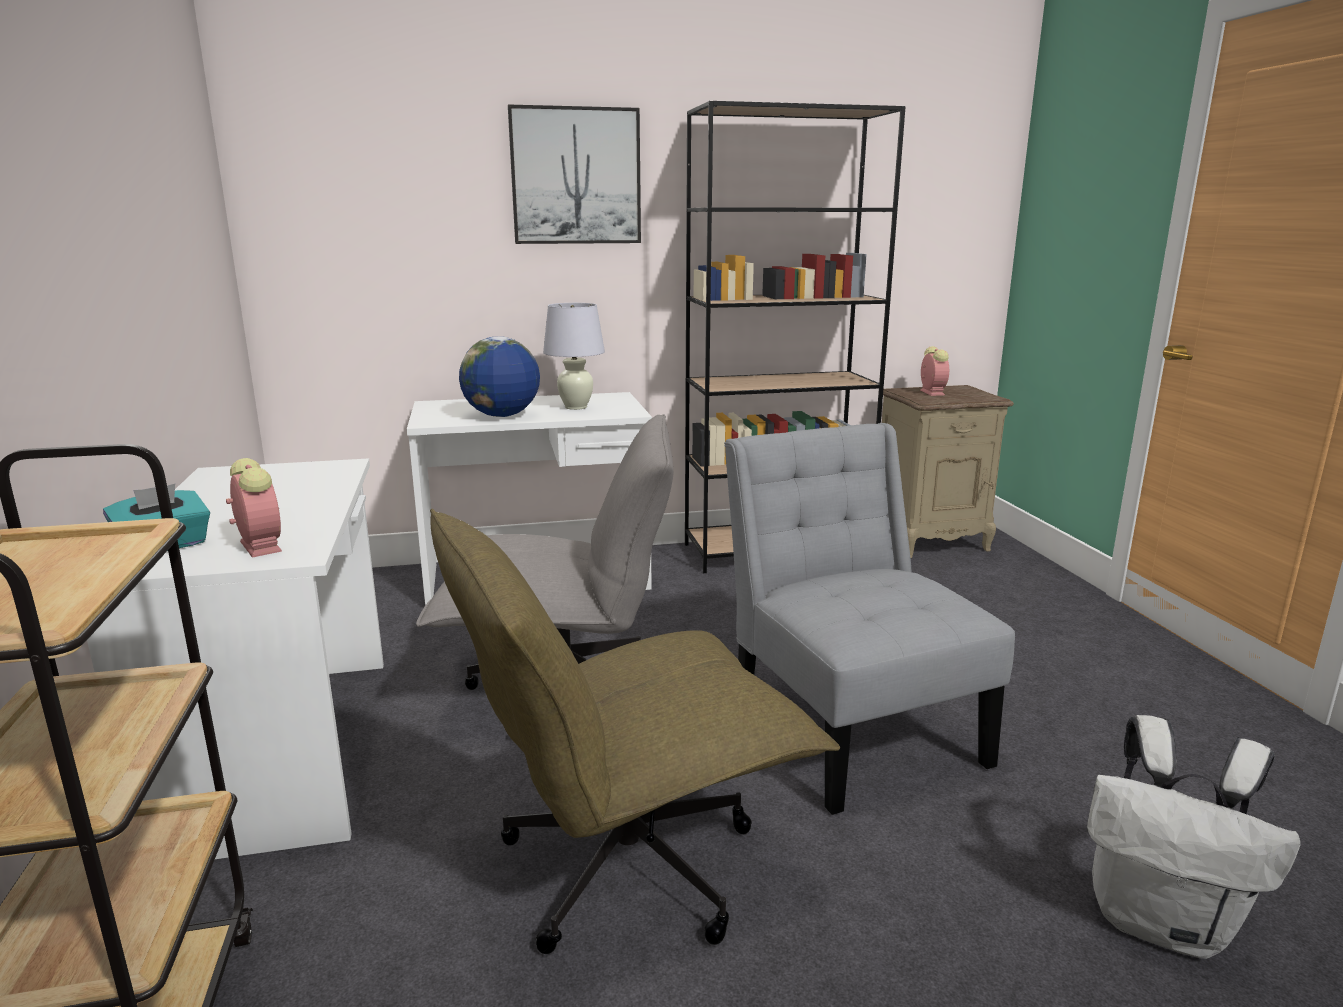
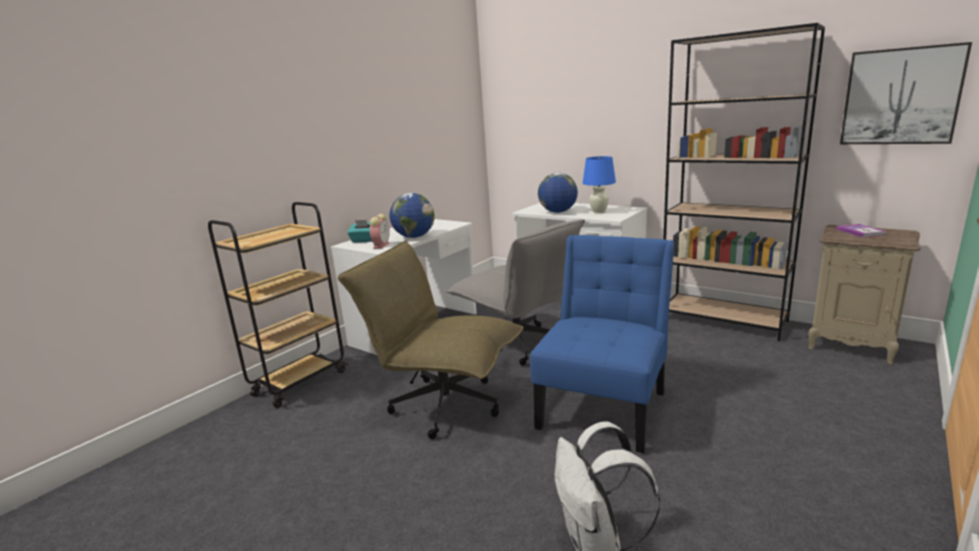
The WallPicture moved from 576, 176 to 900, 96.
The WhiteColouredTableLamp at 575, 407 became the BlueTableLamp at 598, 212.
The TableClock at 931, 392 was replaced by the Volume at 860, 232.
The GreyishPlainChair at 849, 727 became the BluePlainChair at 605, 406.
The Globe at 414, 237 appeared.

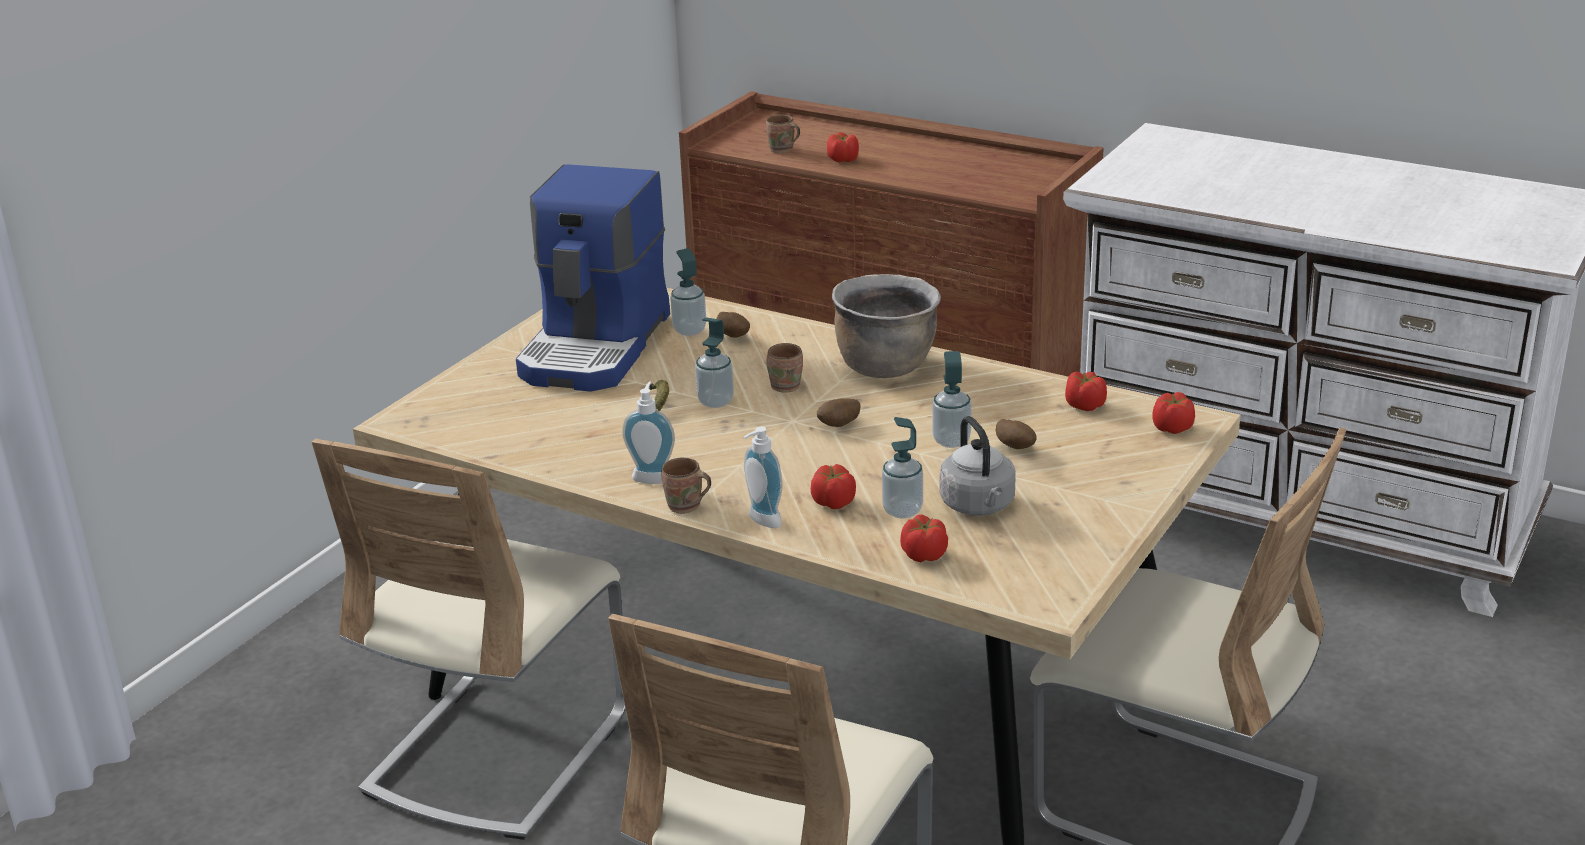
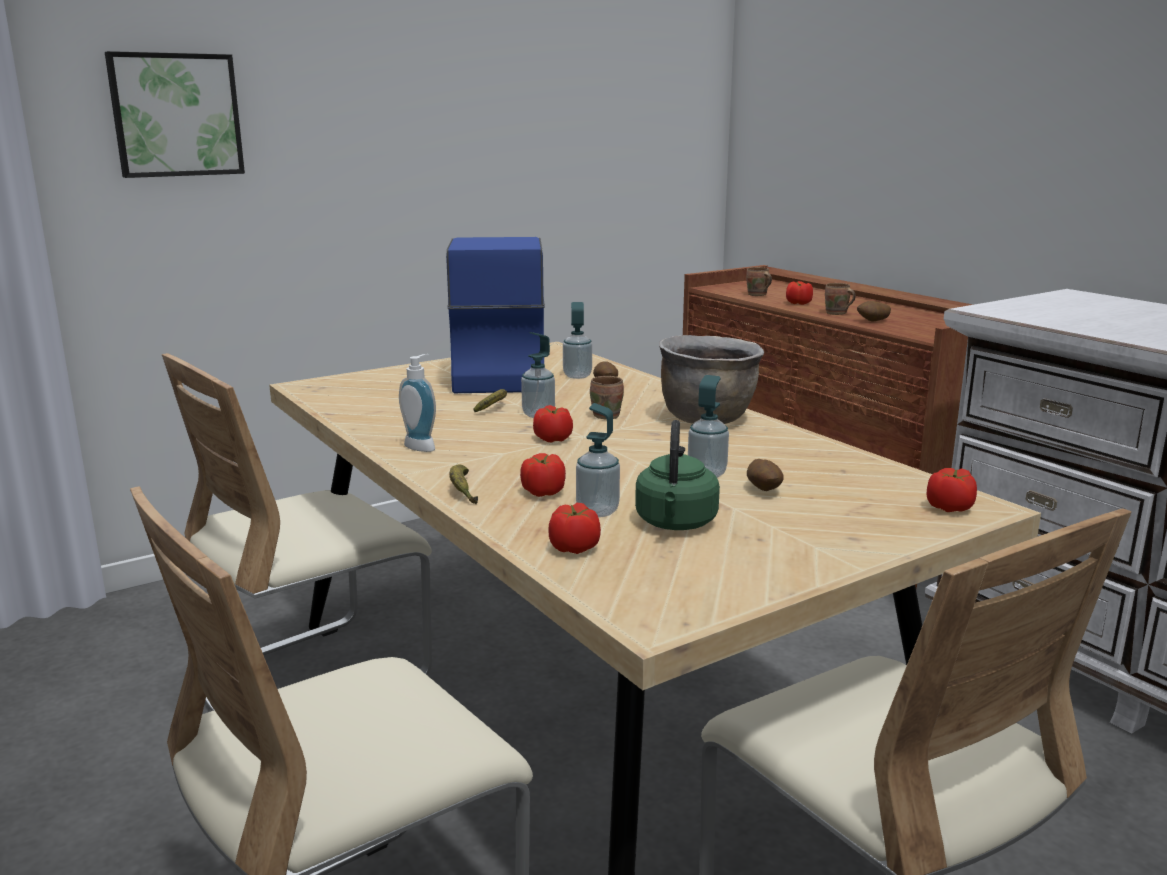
The CoffeeMachine at 597, 347 turned 135 degrees clockwise.
The FreshTomato moved from 1084, 405 to 553, 439.
The WholePotato moved from 839, 426 to 872, 321.
The GreyishKettle at 979, 506 became the GreenColouredKettle at 675, 523.
The SoapDispenser at 761, 521 was replaced by the WholeBanana at 462, 491.
The BrownishTeaMug moved from 685, 507 to 837, 313.
The WallPicture at 176, 115 appeared.

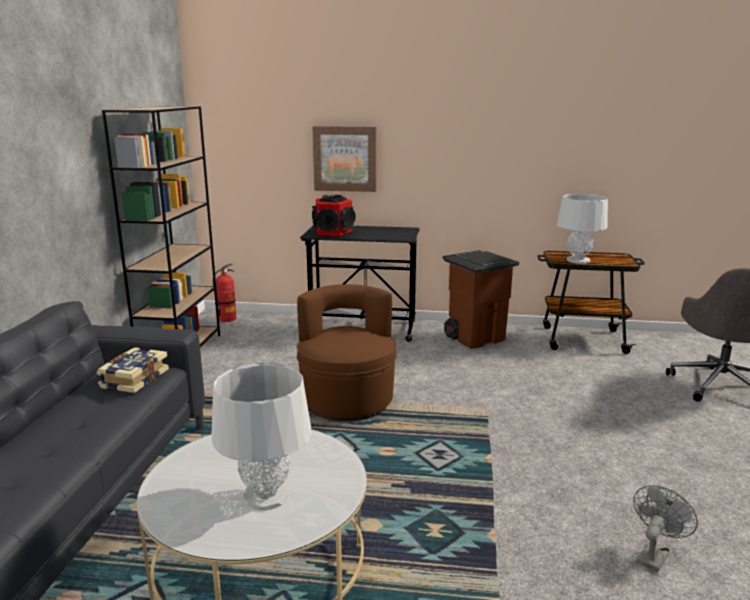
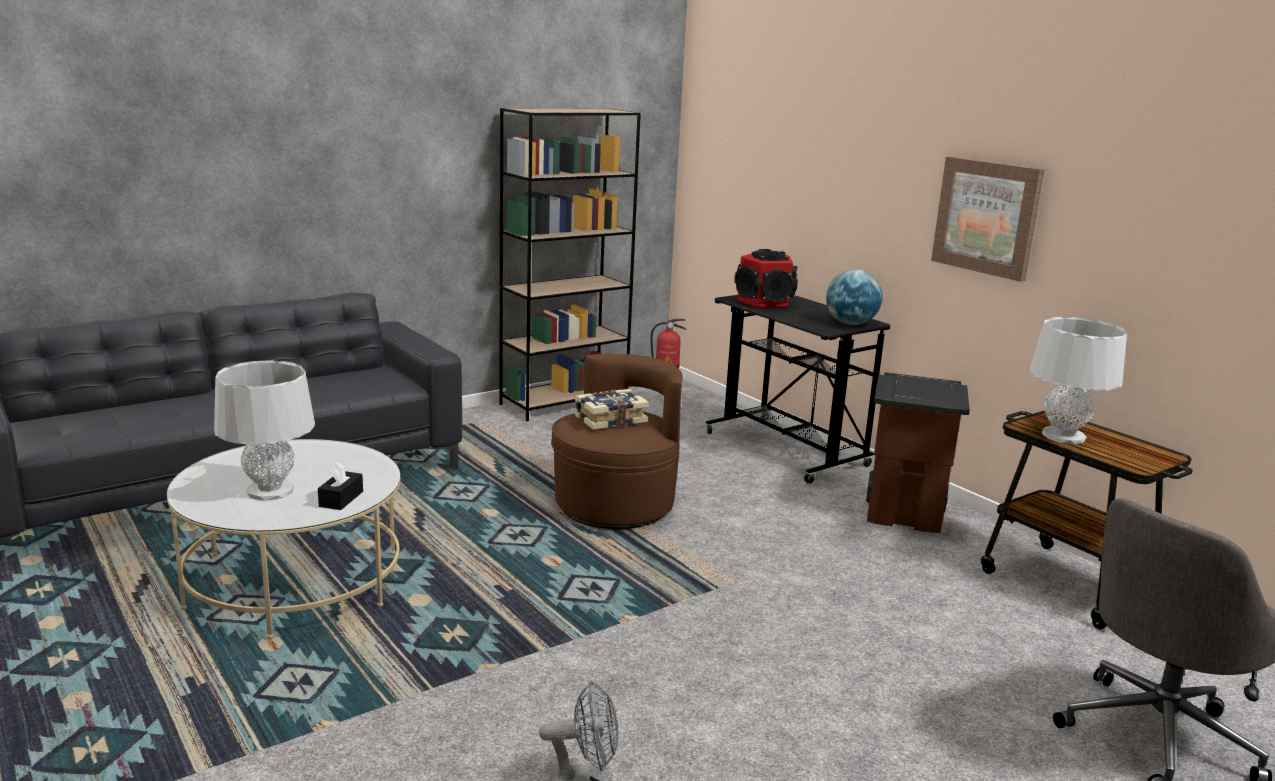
The WallPicture moved from 345, 158 to 987, 217.
The Volume moved from 133, 379 to 610, 419.
The Globe at 851, 324 appeared.
The BlackColouredTissueHolder at 341, 499 appeared.

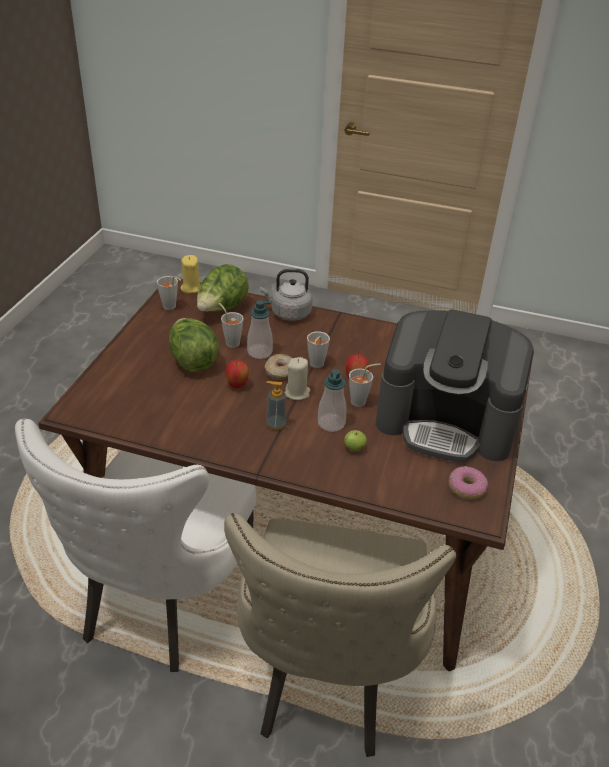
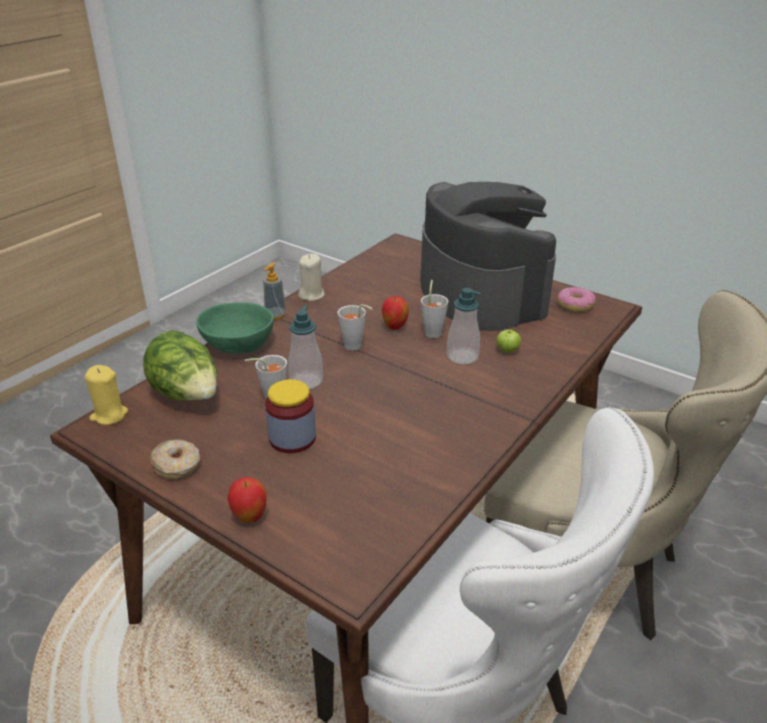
The GreyishKettle at 288, 313 was replaced by the GreenColouredServingBowl at 238, 346.
The GreyishCup at 171, 307 disappeared.
The CoffeeMachine at 447, 421 turned 60 degrees counterclockwise.
The Lettuce at 193, 361 was replaced by the StorageJar at 292, 438.
The Donut moved from 280, 372 to 177, 465.
The SandColouredWaxCandle moved from 297, 393 to 311, 295.
The WholeApple moved from 237, 386 to 250, 517.
The SoapDispenser moved from 276, 424 to 275, 315.

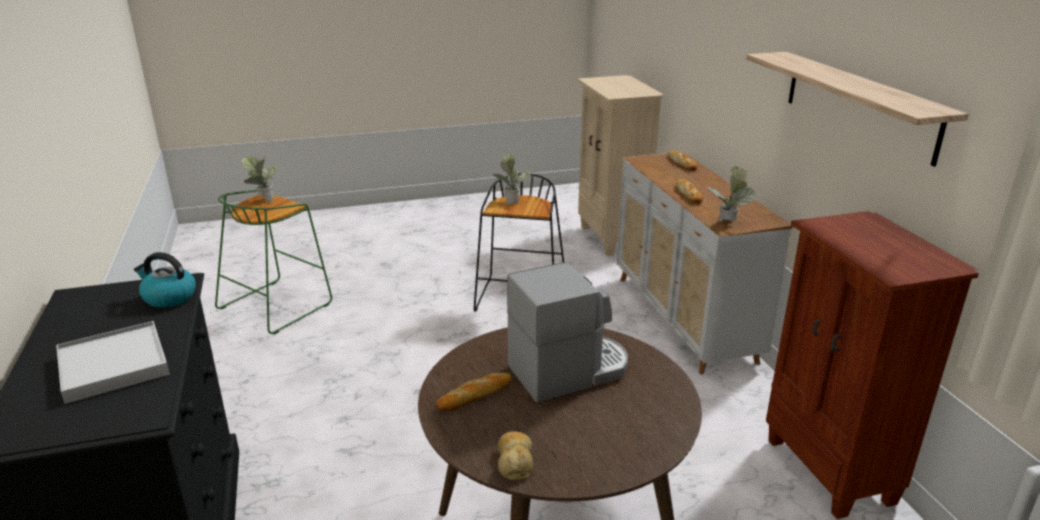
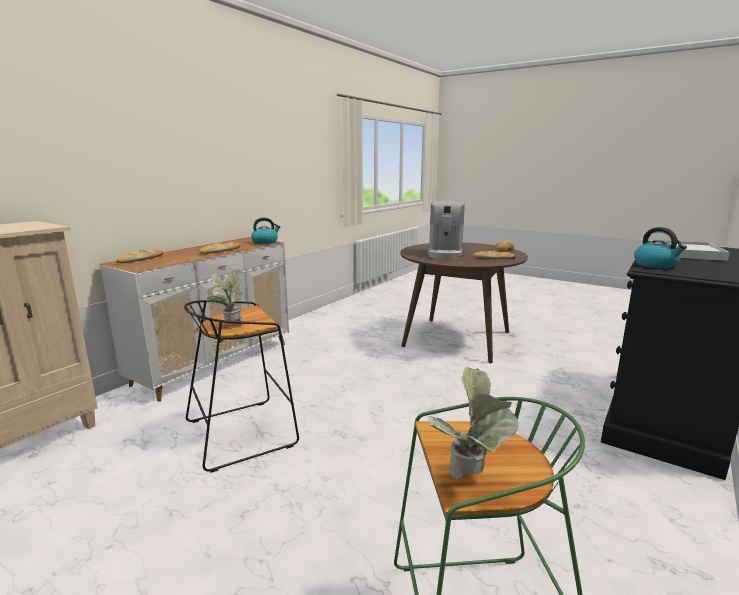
The BracketShelf at 858, 104 disappeared.
The PlantInAPot at 728, 224 was replaced by the Kettle at 265, 242.
The BrownishCabinet at 827, 472 disappeared.
The CoffeeMachine at 569, 370 turned 105 degrees counterclockwise.

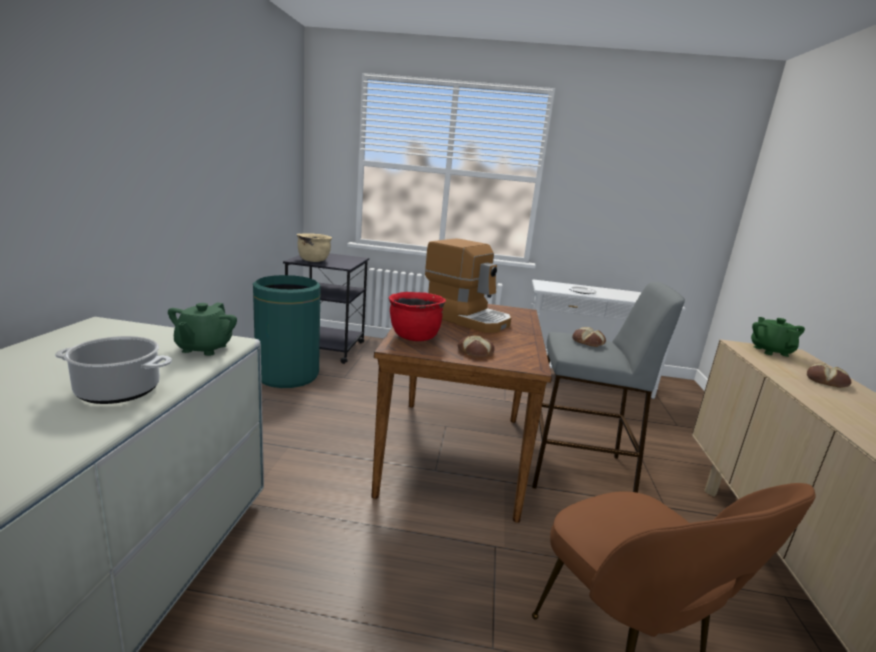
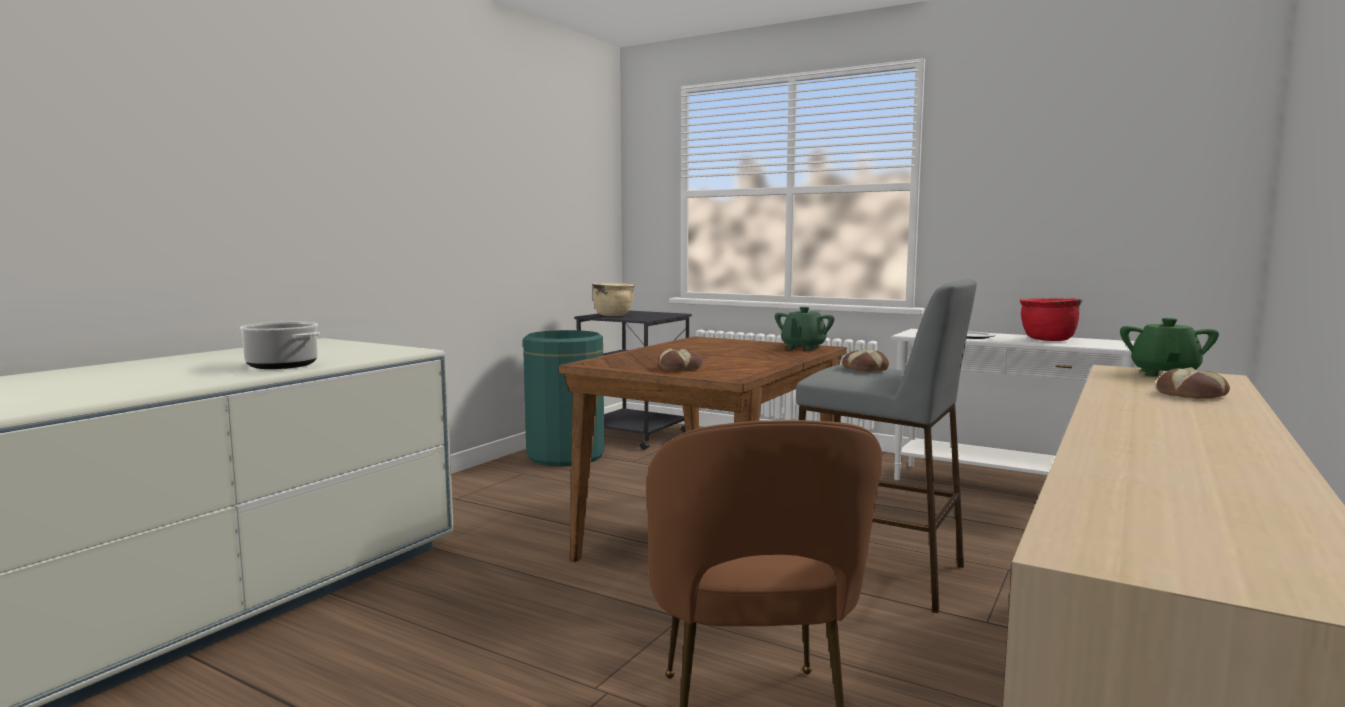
The CoffeeMachine at 466, 318 disappeared.
The RedColouredSaucepot moved from 414, 337 to 1047, 340.
The GreenColouredTeaPot moved from 204, 348 to 803, 348.

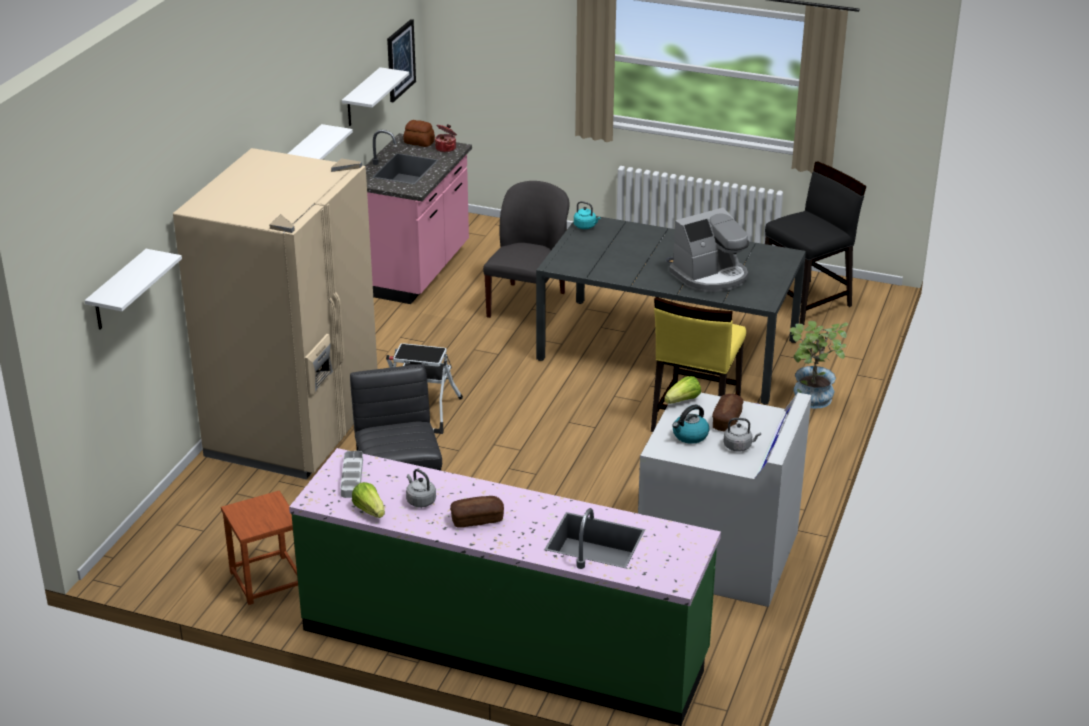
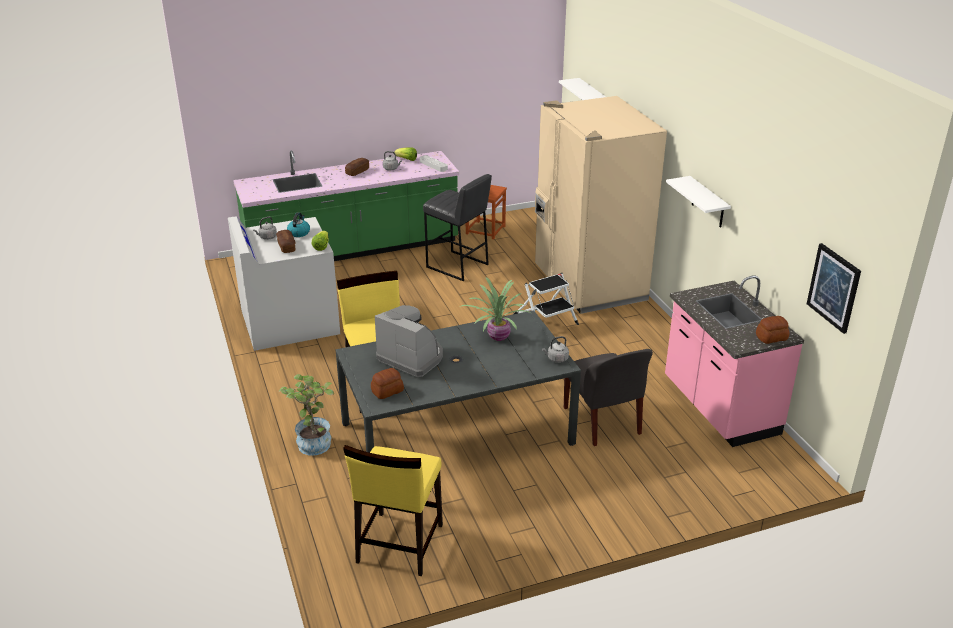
The WhiteColouredBracketShelf at 361, 98 disappeared.
The Saucepot at 446, 148 disappeared.
The BlackColouredPlainChair at 806, 302 became the YellowPlainChair at 399, 544.
The TurquoiseColouredKettle at 586, 226 became the GreyishKettle at 556, 359.
The CoffeeMachine at 710, 276 turned 105 degrees clockwise.
The PlantInAPot at 497, 336 appeared.
The BakedBread at 387, 391 appeared.

